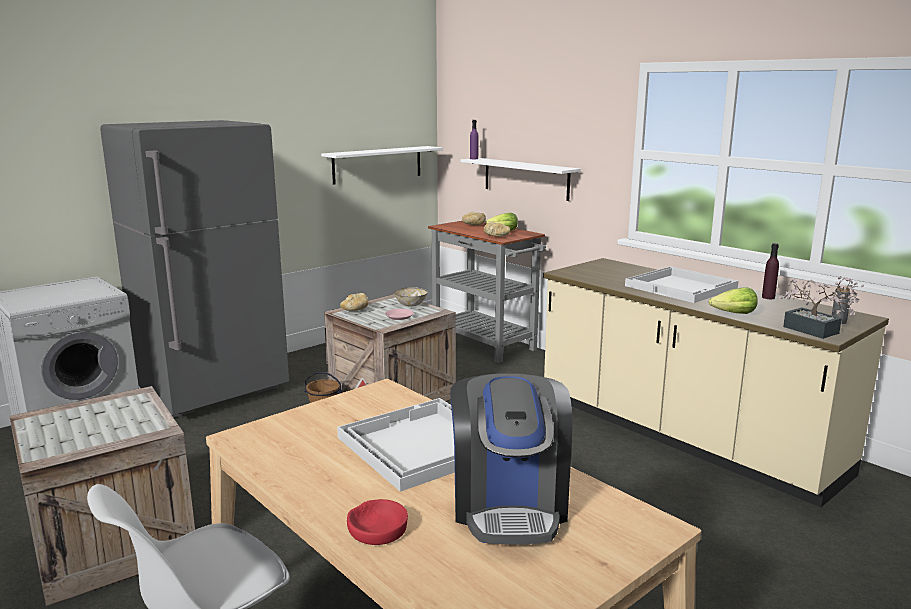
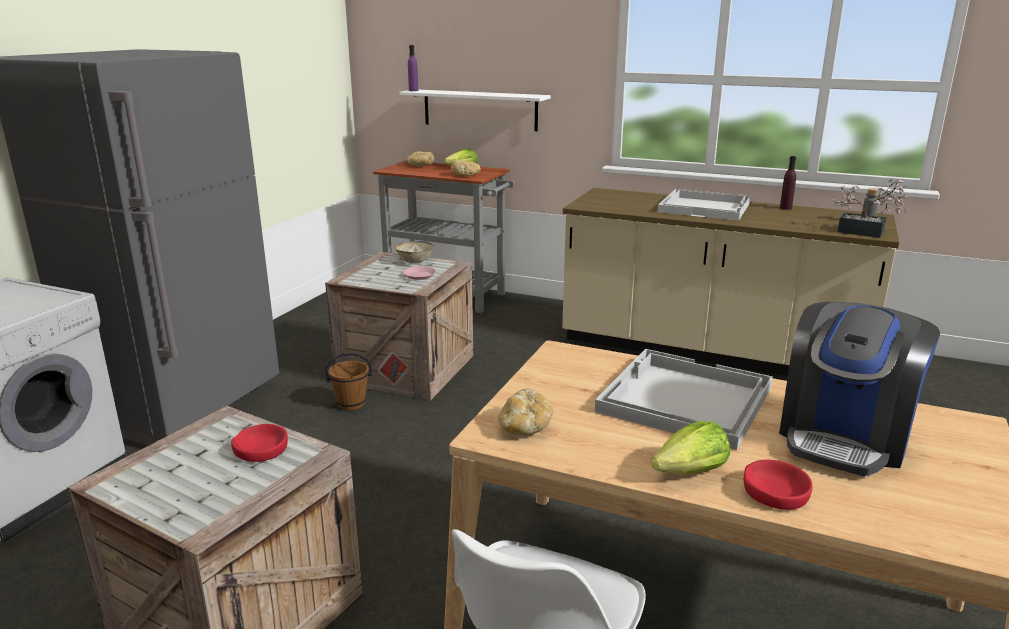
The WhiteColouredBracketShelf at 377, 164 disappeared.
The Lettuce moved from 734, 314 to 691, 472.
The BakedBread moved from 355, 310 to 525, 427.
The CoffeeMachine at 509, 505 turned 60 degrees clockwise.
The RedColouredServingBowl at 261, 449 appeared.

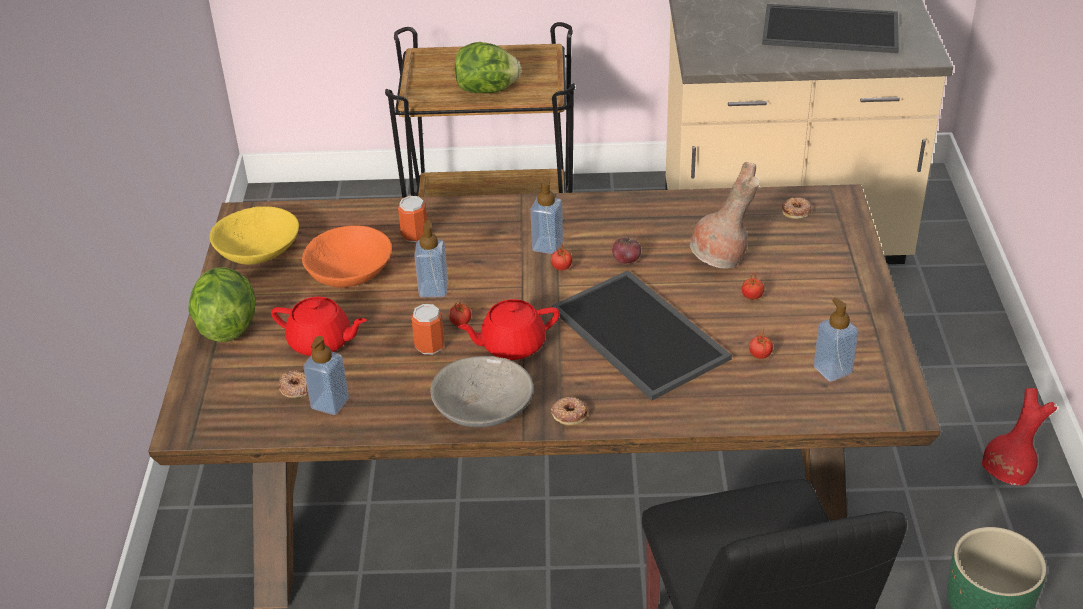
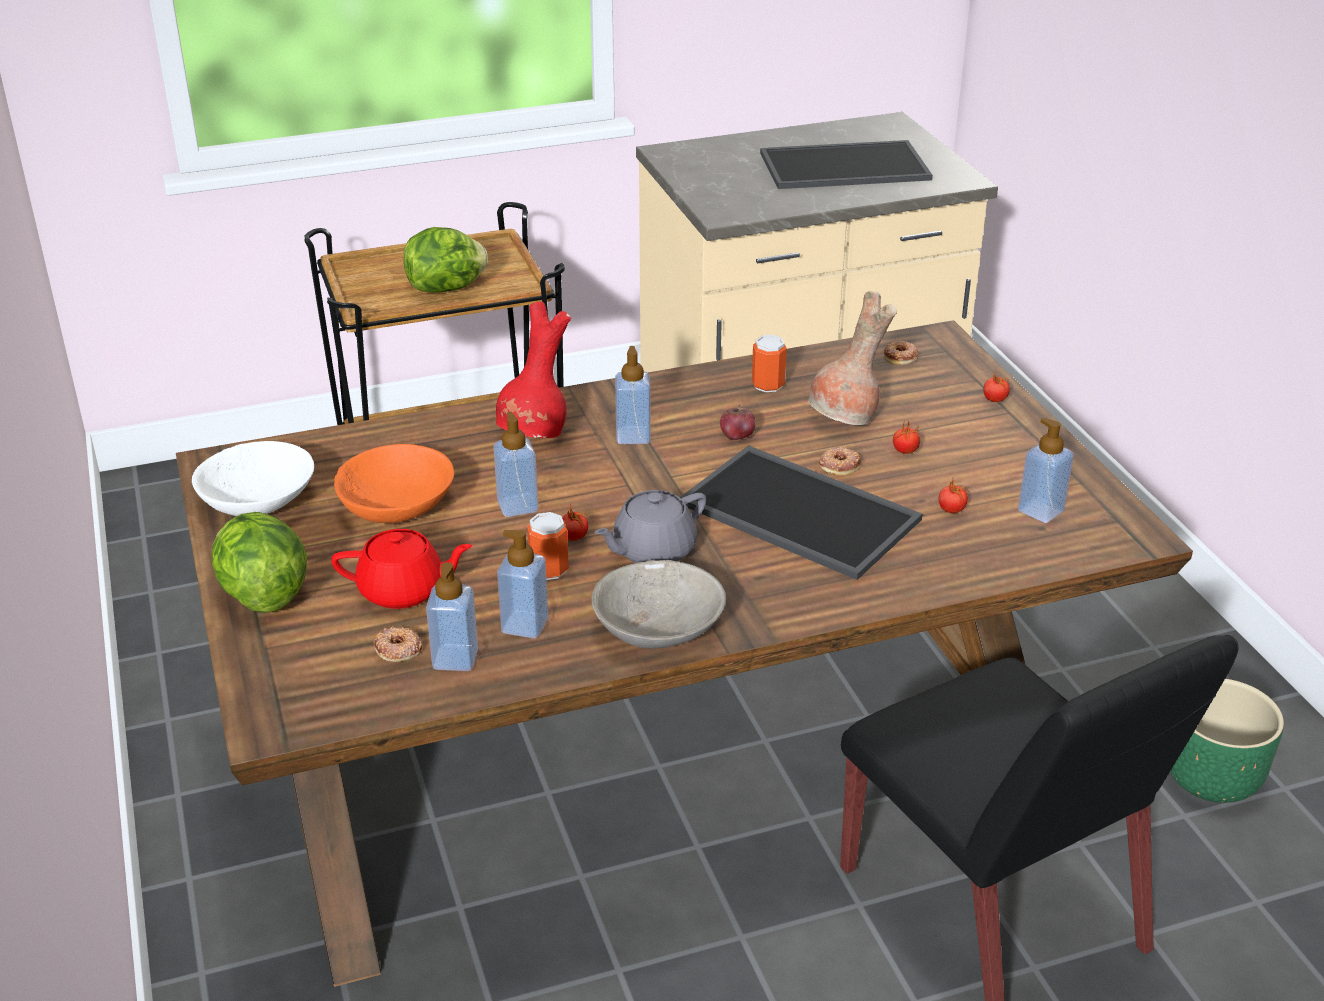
The Can moved from 415, 235 to 768, 385.
The YellowServingBowl at 258, 251 became the WhiteColouredServingBowl at 258, 500.
The FreshTomato moved from 561, 268 to 995, 400.
The RedColouredTeaPot at 511, 345 became the GreyishTeaPot at 652, 550.
The RedColouredFlowerVase moved from 1008, 474 to 535, 434.
The Donut moved from 569, 413 to 839, 465.
The SoapDispenser at 525, 625 appeared.

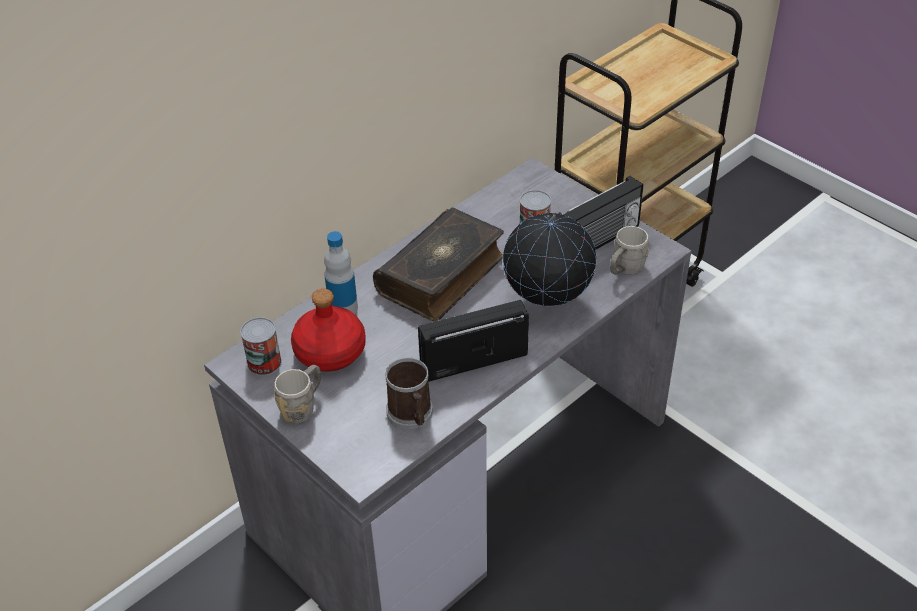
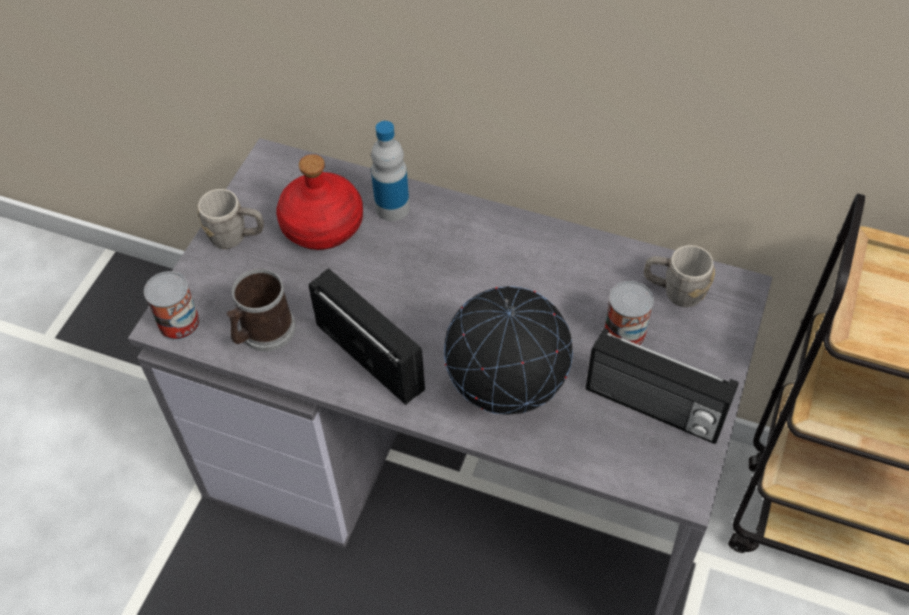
The Volume at 442, 275 disappeared.
The GreyishTeaMug moved from 624, 270 to 674, 291.
The Can moved from 264, 363 to 179, 323.

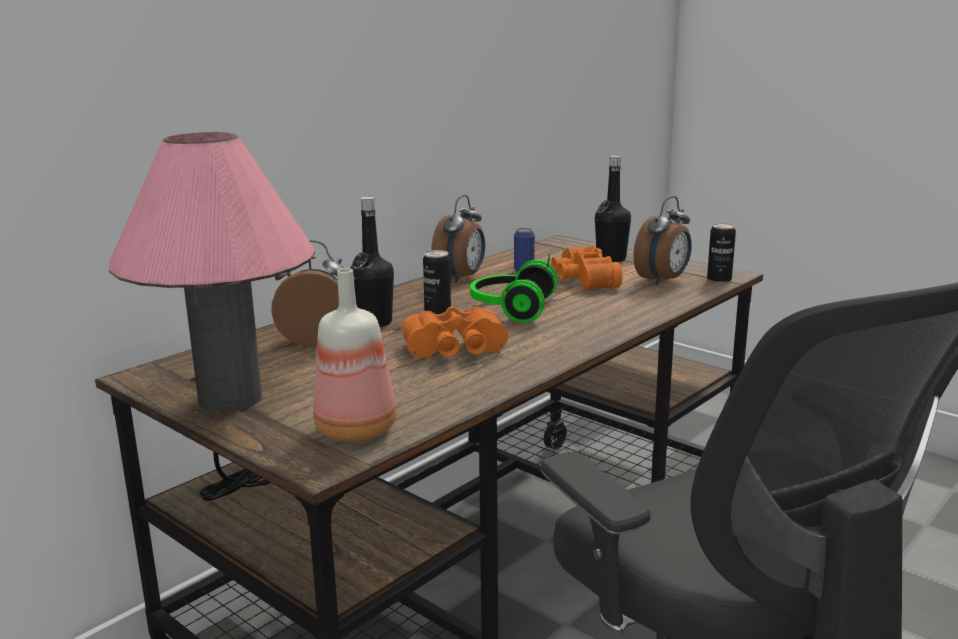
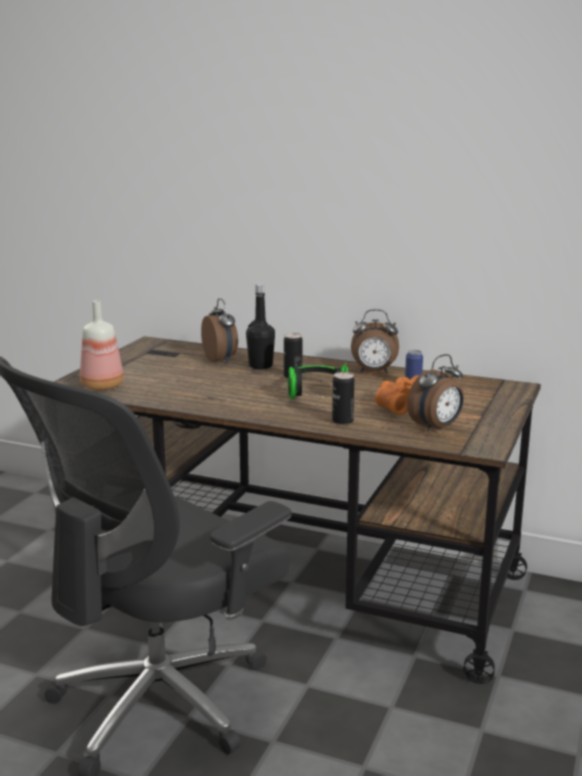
The PinkishTableLamp at 230, 399 disappeared.
The BlackColouredBottle at 611, 259 disappeared.
The TableClock at 663, 280 turned 60 degrees counterclockwise.
The Can moved from 719, 279 to 342, 421.
The OrangeFieldGlasses at 456, 351 disappeared.

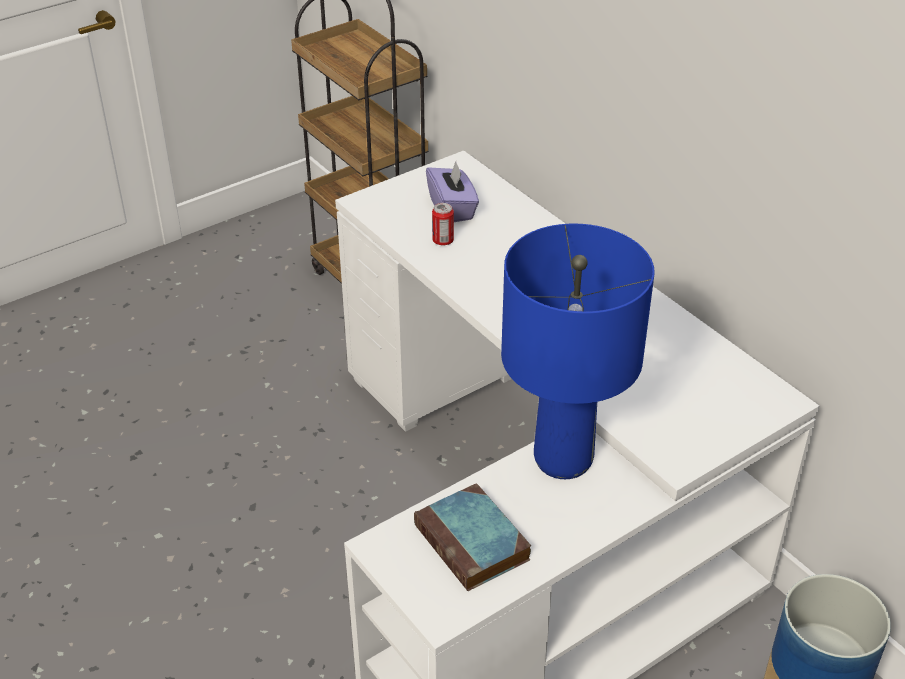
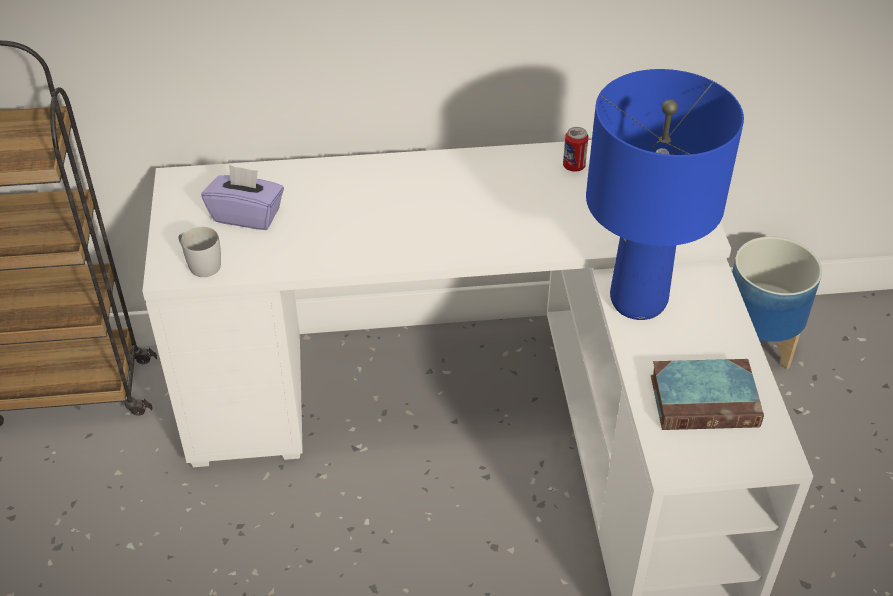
The Can moved from 443, 241 to 574, 166.
The WhiteColouredTeaMug at 200, 264 appeared.

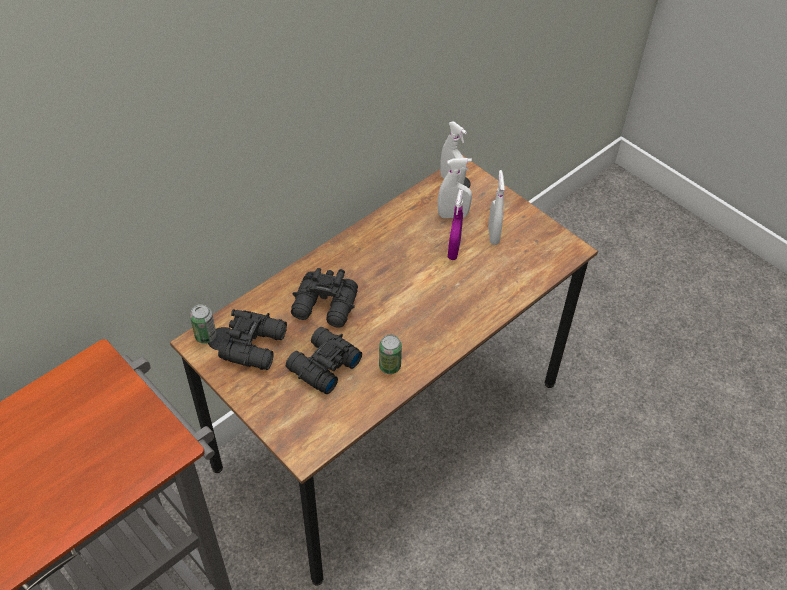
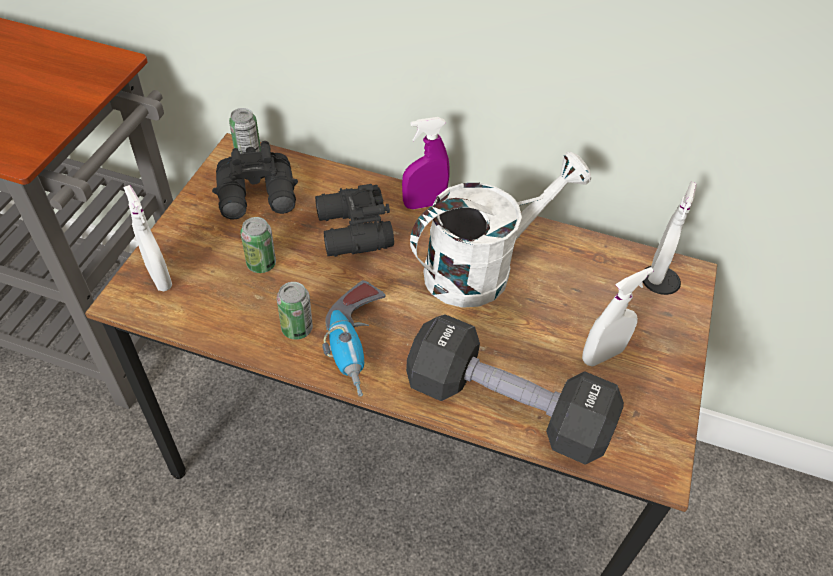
The WhiteColouredSprayer moved from 453, 215 to 159, 277.
The PurpleSprayer moved from 453, 250 to 424, 204.
The BlackColouredFieldGlasses at 322, 366 was replaced by the Can at 261, 264.
The WhiteColouredWateringPot at 481, 268 appeared.
The Drill at 359, 345 appeared.
The BlackColouredFreeWeight at 507, 406 appeared.

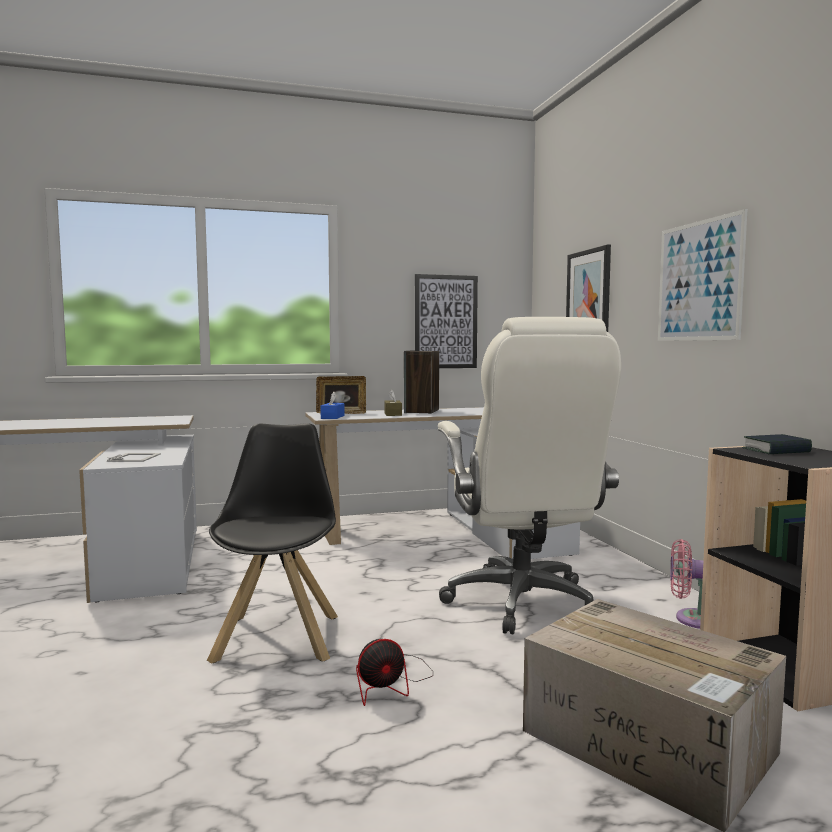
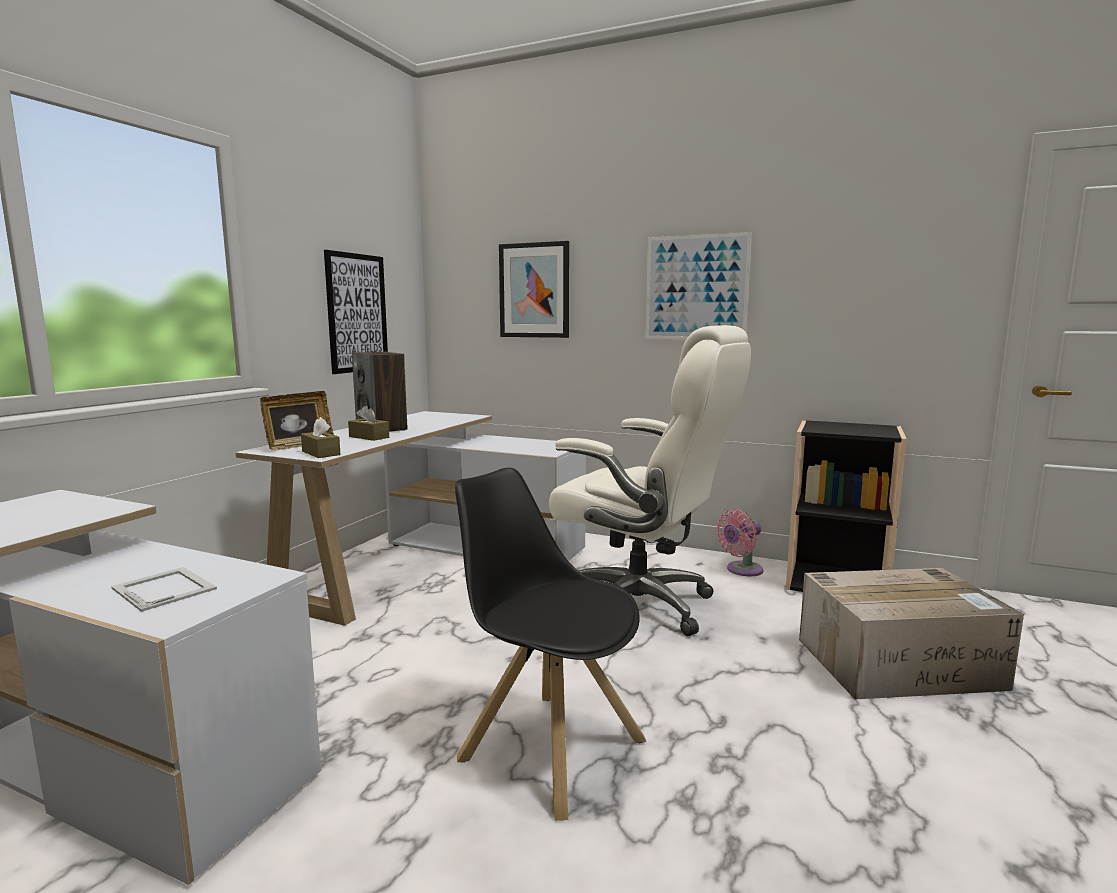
The BlueTissueHolder at 332, 417 became the BrownishTissueHolder at 321, 453.
The Volume at 776, 450 disappeared.
The CoolingFan at 390, 683 disappeared.

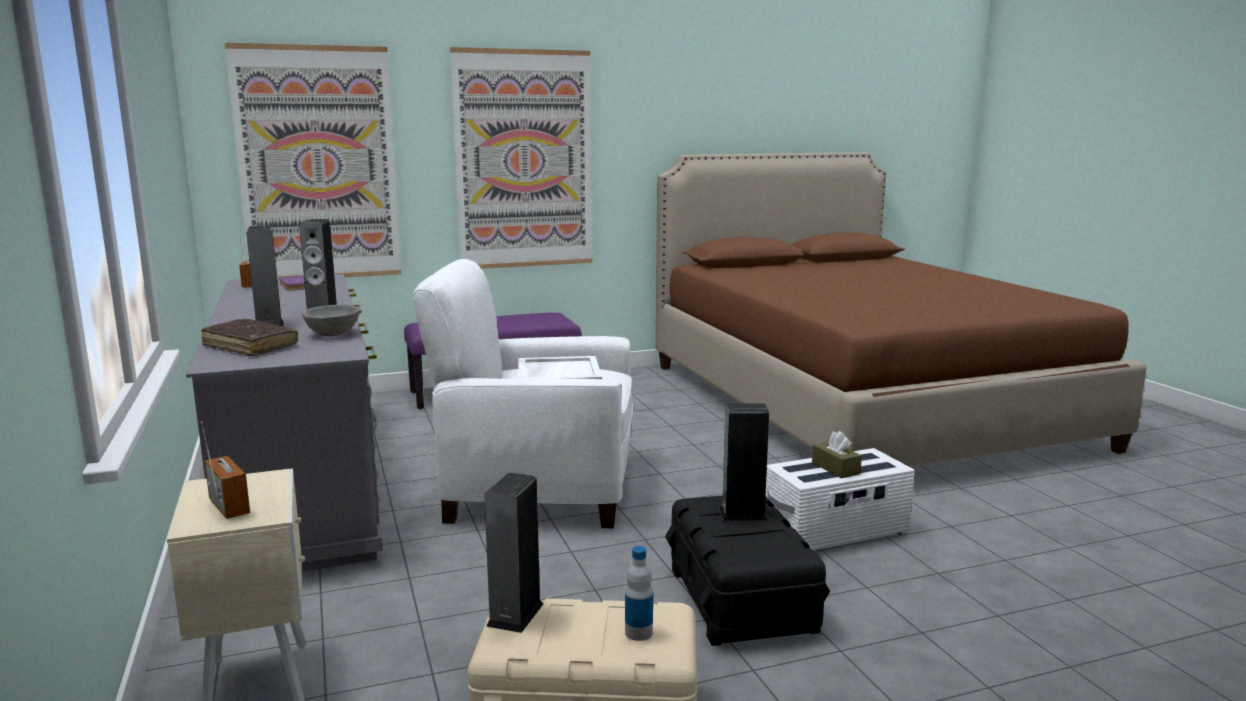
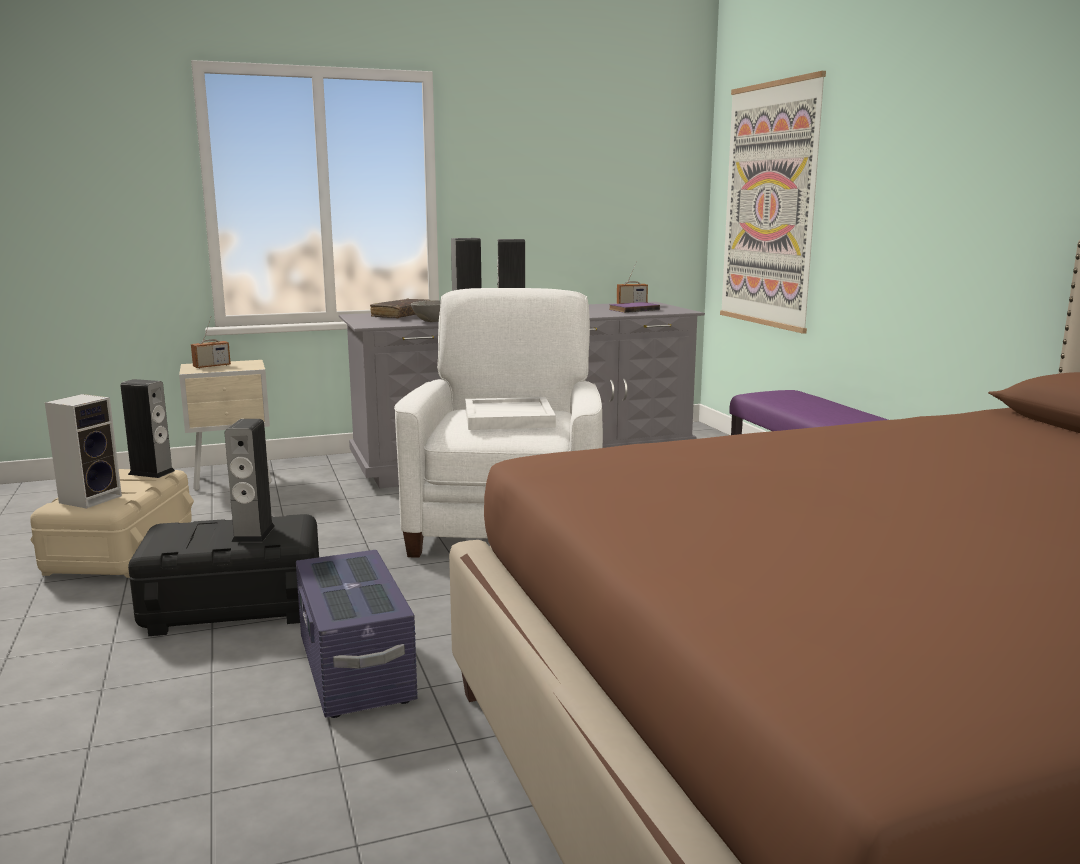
The WallPicture at 524, 160 disappeared.
The BrownishTissueHolder at 835, 468 disappeared.
The WhiteColouredStorageBox at 835, 532 became the PurpleStorageBox at 355, 670.
The Bottle at 638, 632 was replaced by the AudioSpeaker at 91, 498.

